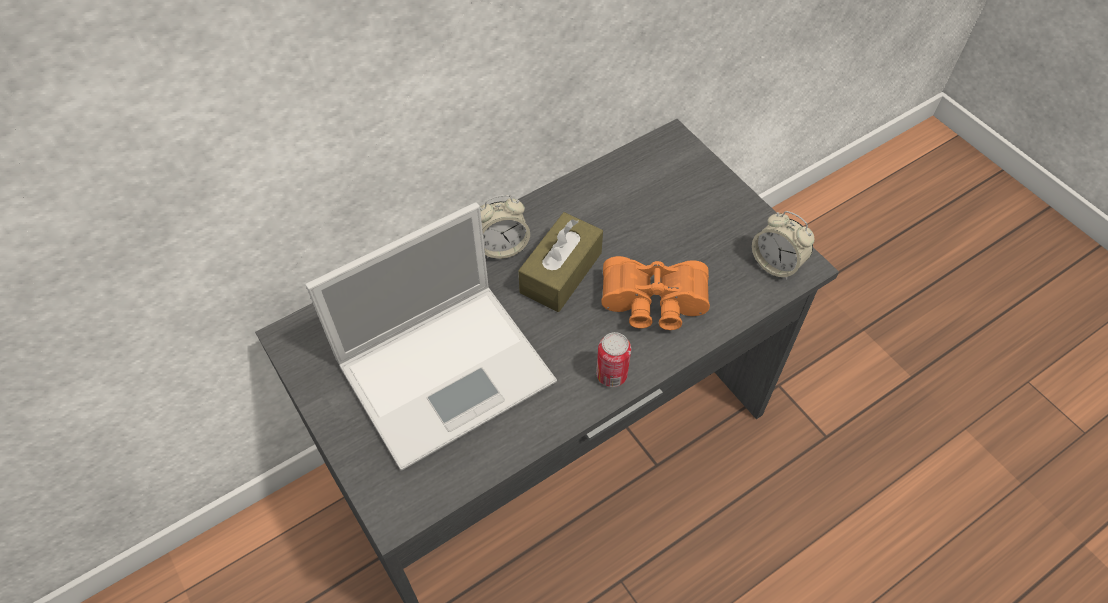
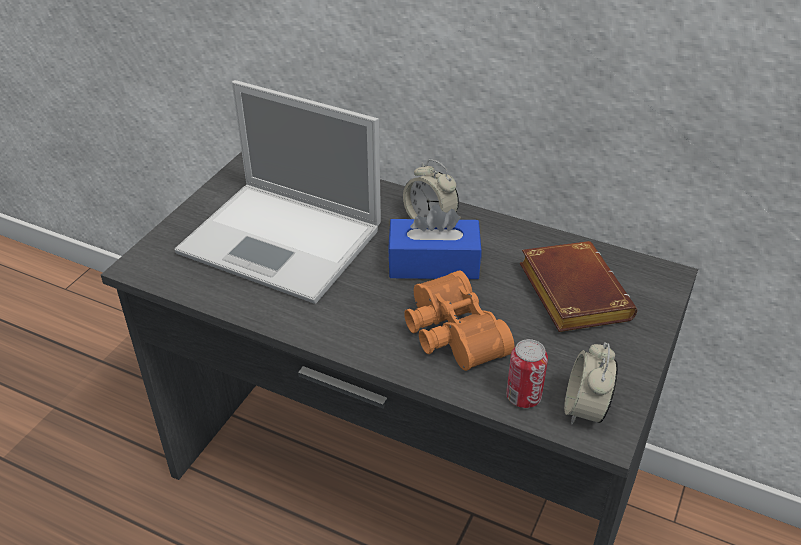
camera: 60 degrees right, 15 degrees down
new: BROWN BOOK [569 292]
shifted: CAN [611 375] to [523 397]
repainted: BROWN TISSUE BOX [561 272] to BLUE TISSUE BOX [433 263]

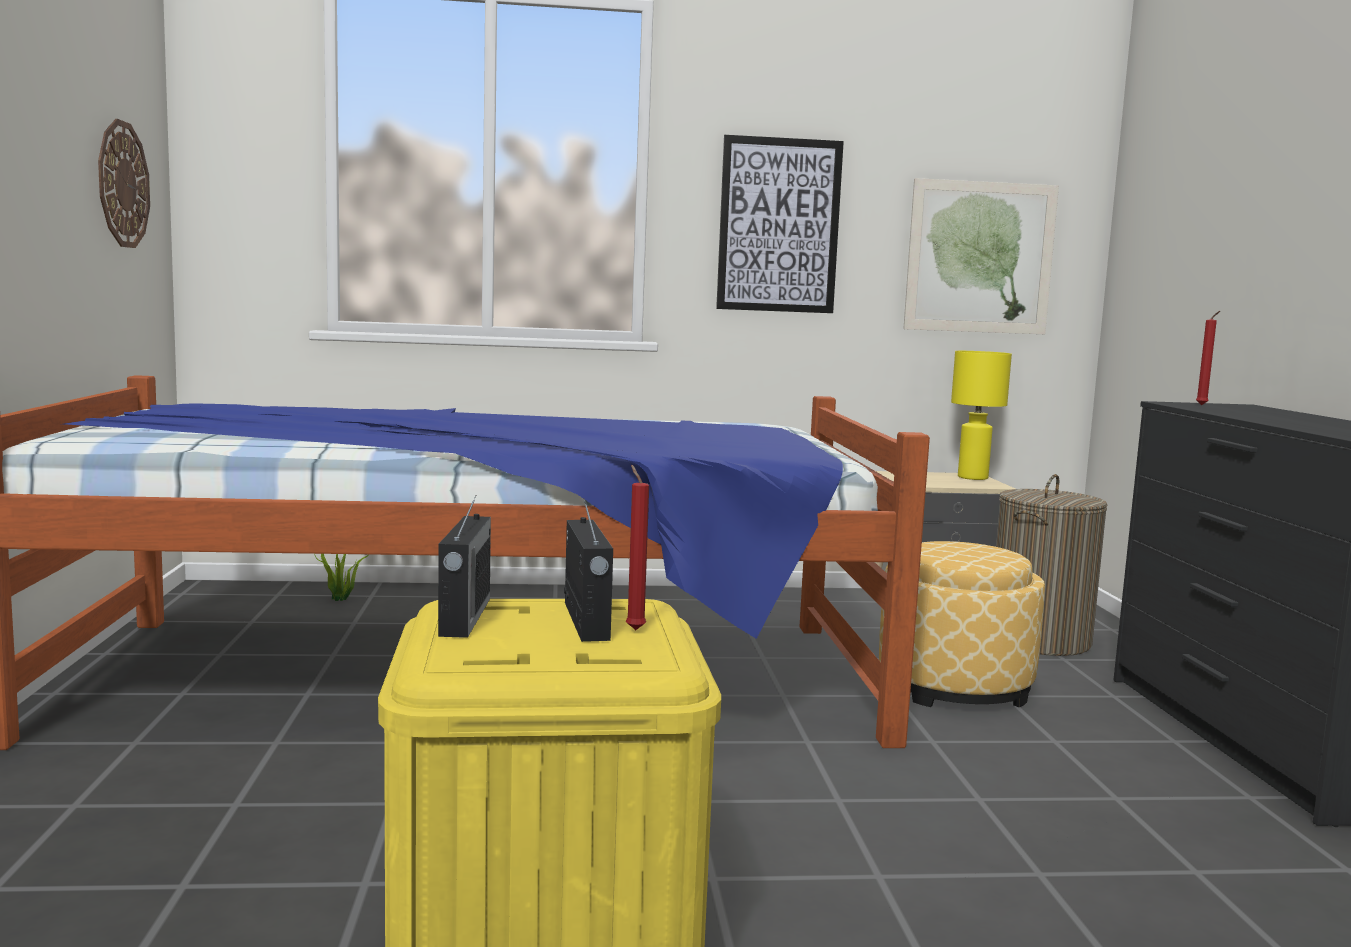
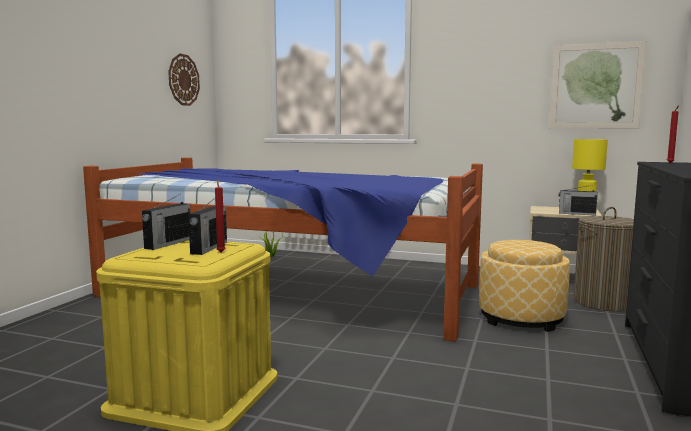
camera: 25 degrees right, 0 degrees up
gone: PICTURE [778 225]
new: RADIO [576 214]

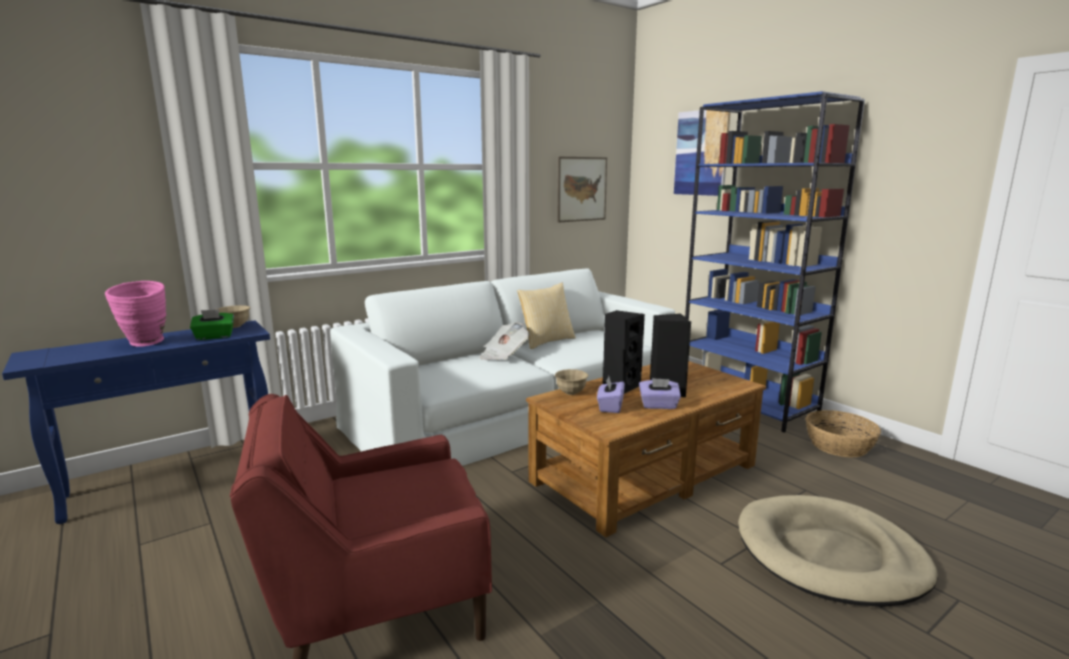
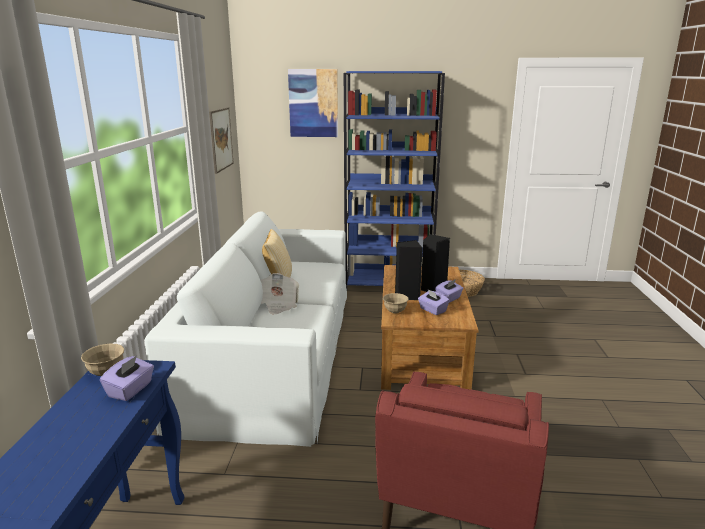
camera: 50 degrees left, 5 degrees up
gone: PINK VASE [146 344]; BEIGE DOG BED [829 555]
repainted: GREEN TISSUE BOX [214 337] to PURPLE TISSUE BOX [130 390]

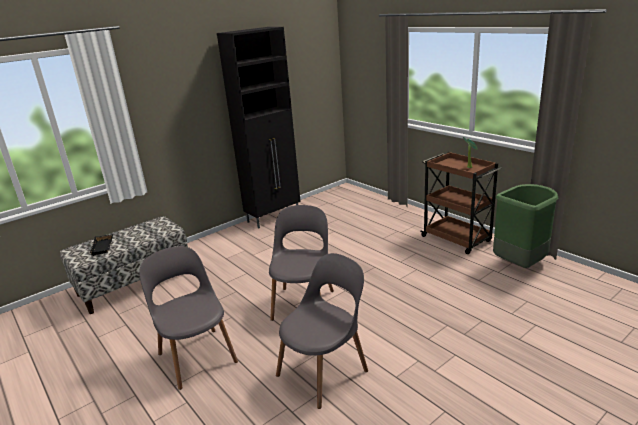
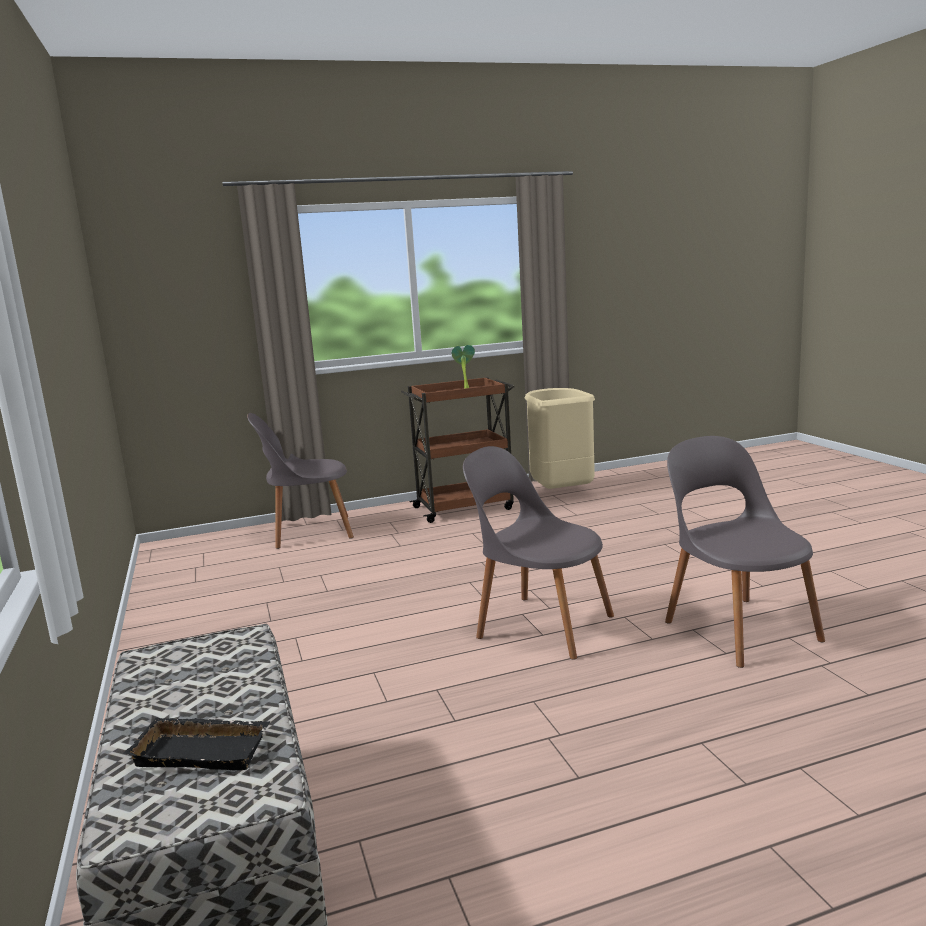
camera: 70 degrees left, 10 degrees down
gone: BLACK CABINET [274 217]
shifted: GREY CHAIR [196 355] to [308 532]
repainted: GREEN TRASH CAN [520 264] to BEIGE TRASH CAN [559 492]

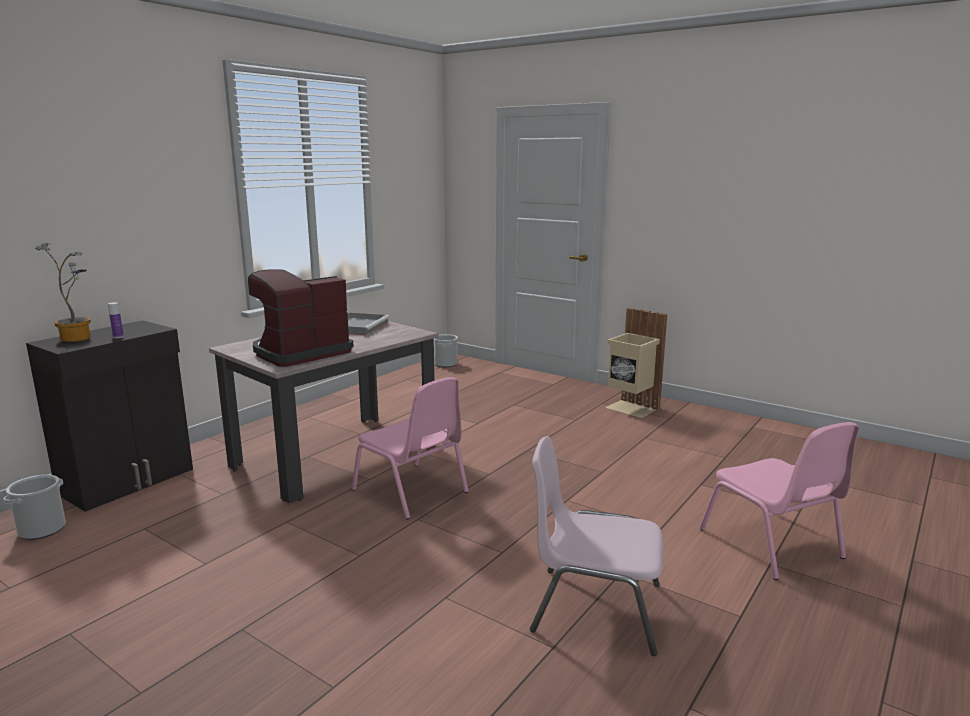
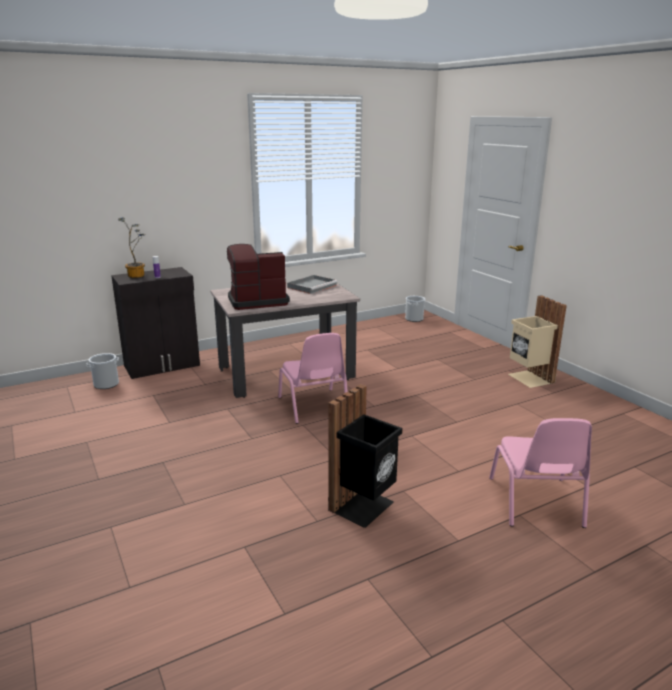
camera: 25 degrees right, 5 degrees up
swapped: PINK CHAIR [594 607] to BLACK TRASH CAN [364 506]

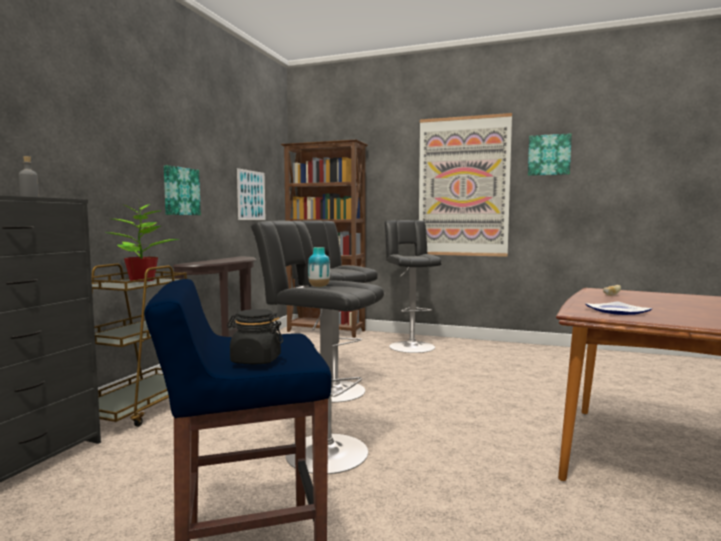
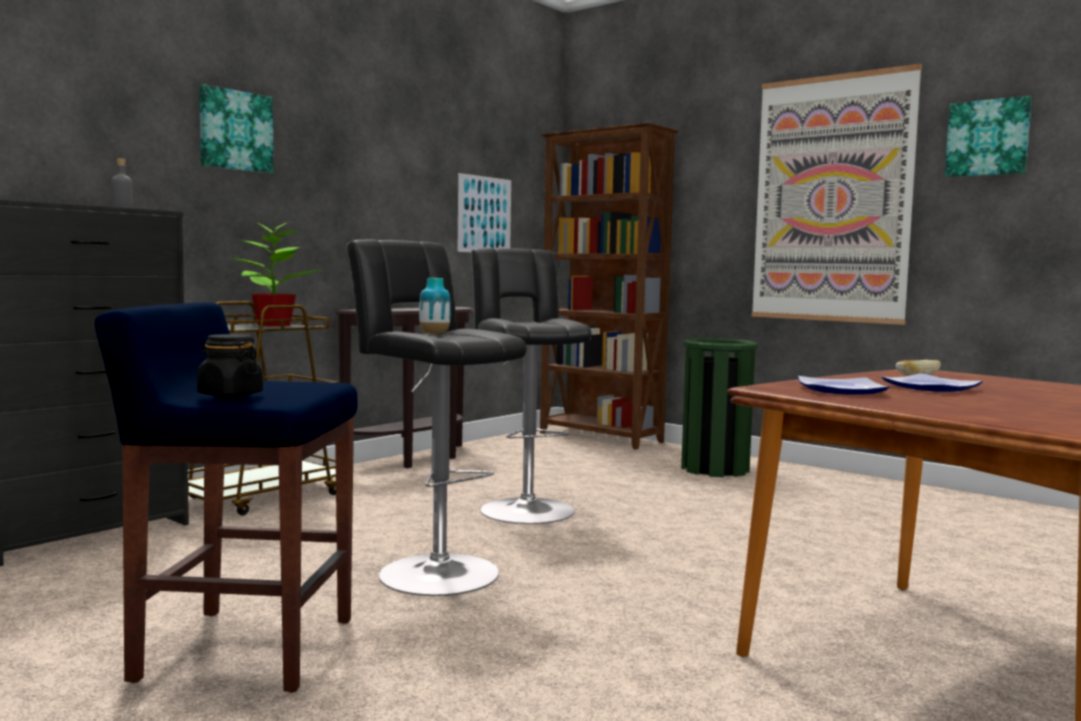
camera: 20 degrees right, 0 degrees up
new: PLATE [930 388]
shifted: PICTURE [180 191] to [235 130]
swapped: BLACK STOOL [410 346] to GREEN TRASH CAN [715 469]

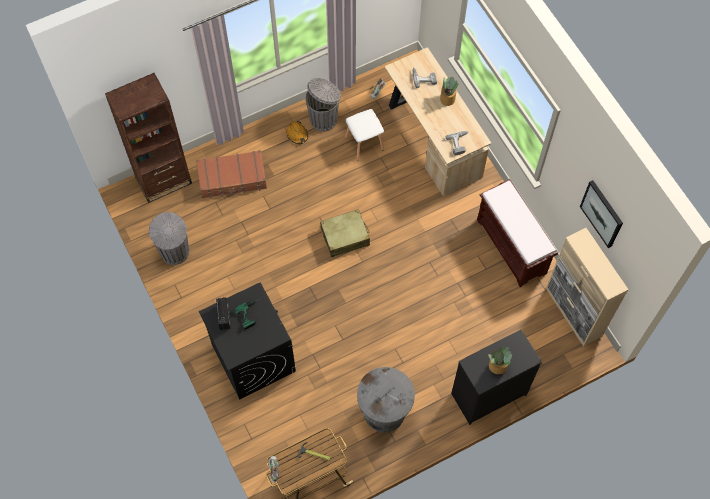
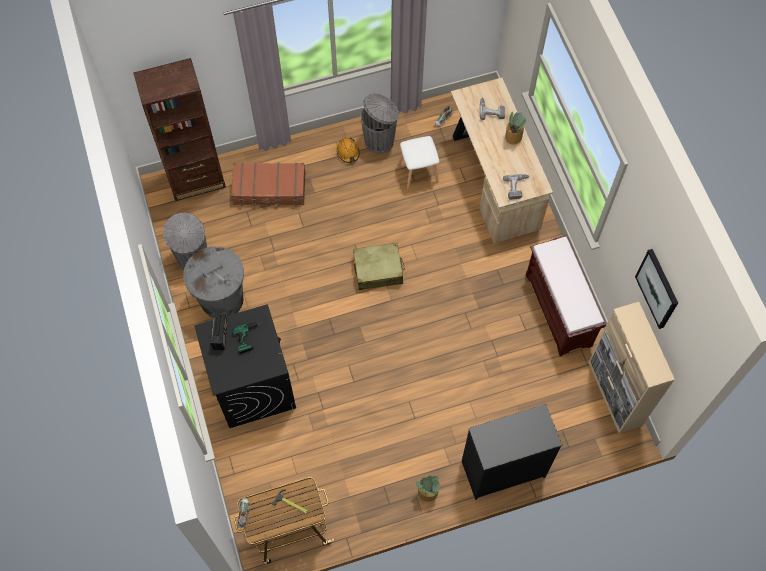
camera: 10 degrees right, 0 degrees up
shifted: GREY TRASH CAN [384 412] to [222 299]; POTTED PLANT [497 366] to [427 492]

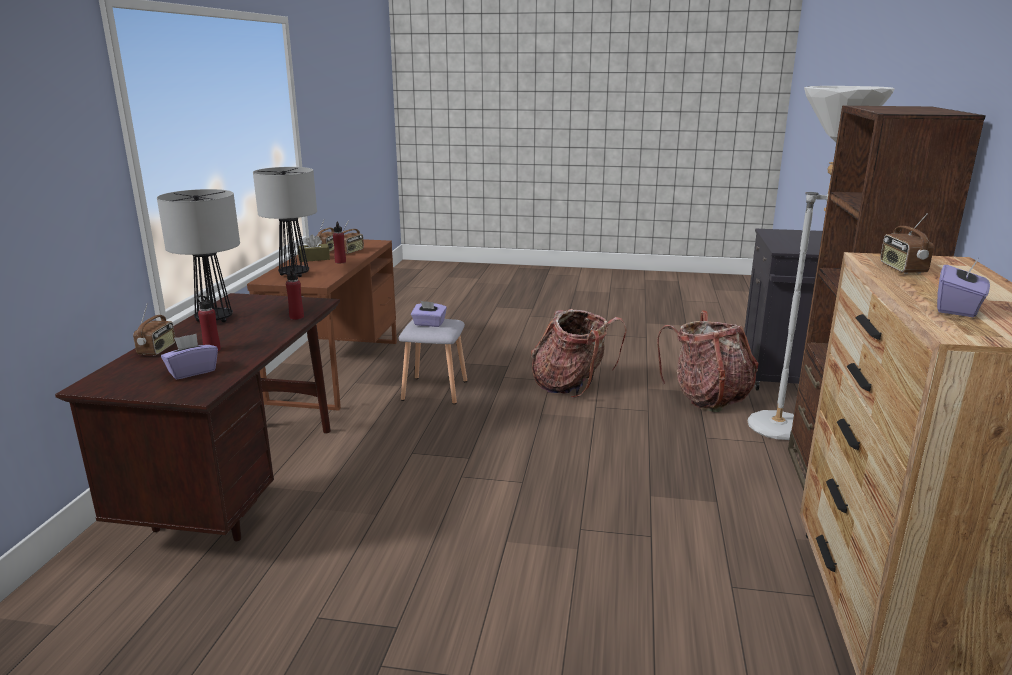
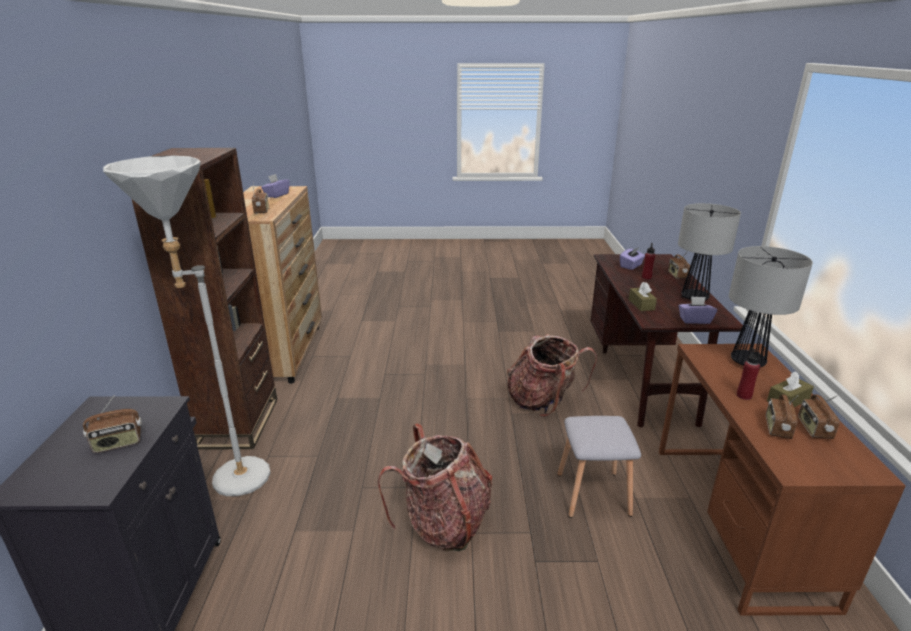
camera: 170 degrees right, 5 degrees up
new: RADIO [118 443]
shifted: PURPLE TISSUE BOX [429 324] to [694 320]; BACKPACK [707 397] to [544 401]
swapped: RED BOTTLE [296 317] to BROWN TISSUE BOX [641 304]

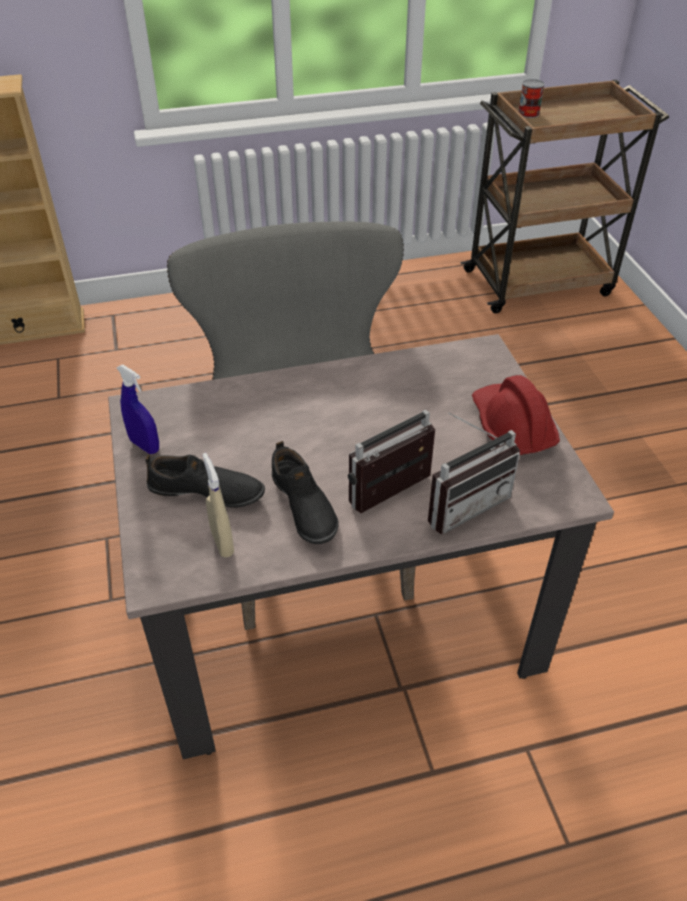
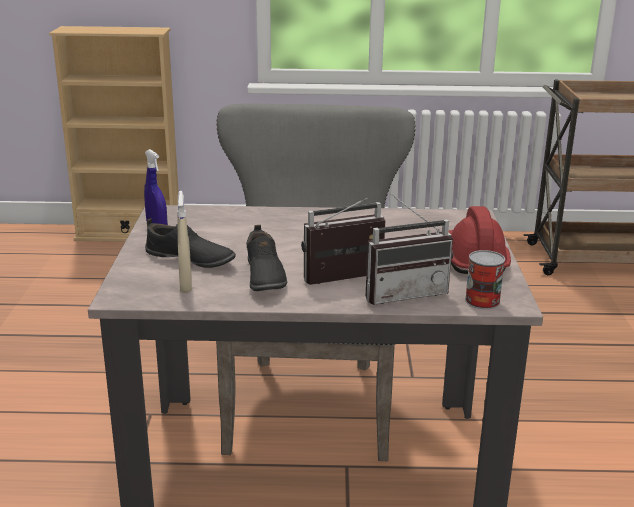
camera: 15 degrees right, 20 degrees down
shifted: CAN [528 113] to [482 301]

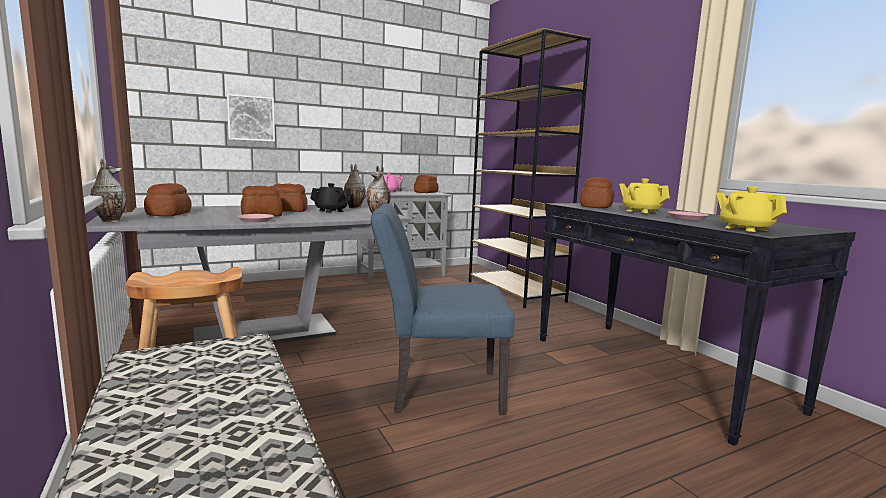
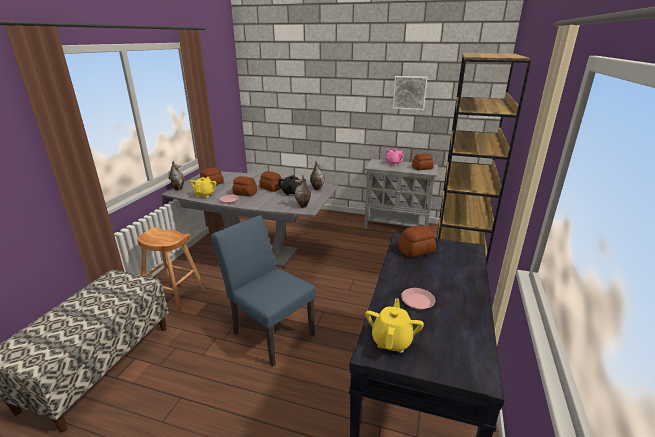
camera: 45 degrees right, 15 degrees up
shifted: PICTURE [251 118] to [409 92]; YELLOW TEAPOT [641 211] to [205 194]

